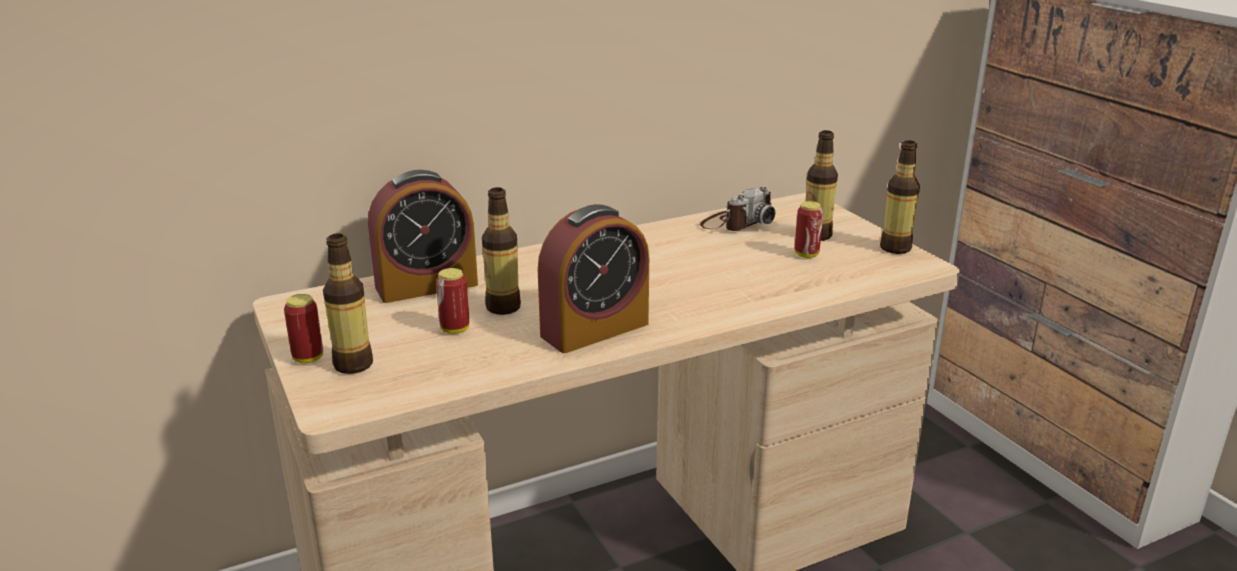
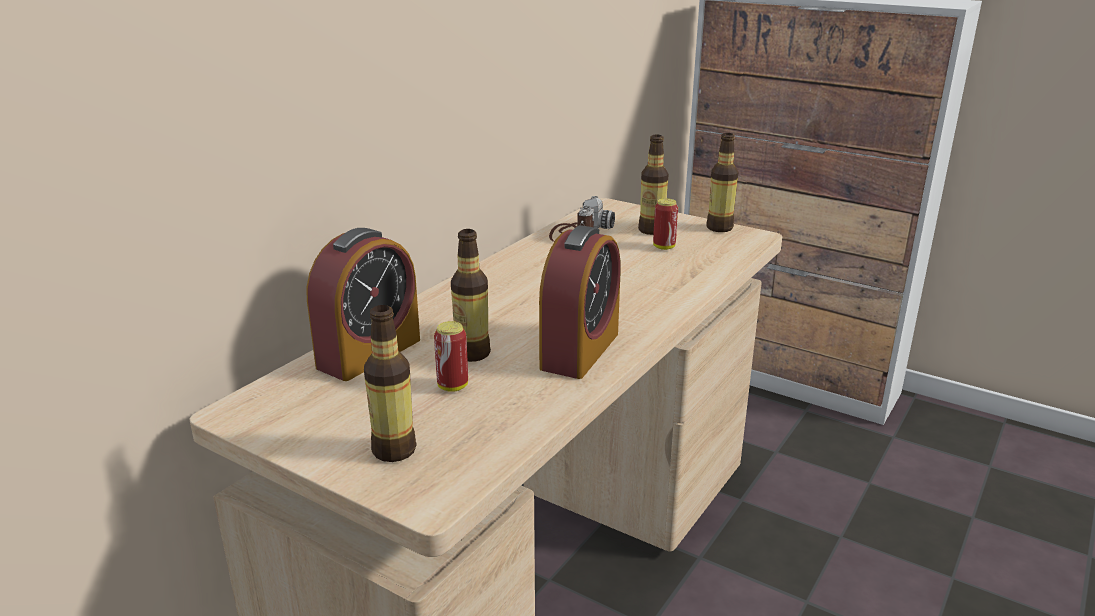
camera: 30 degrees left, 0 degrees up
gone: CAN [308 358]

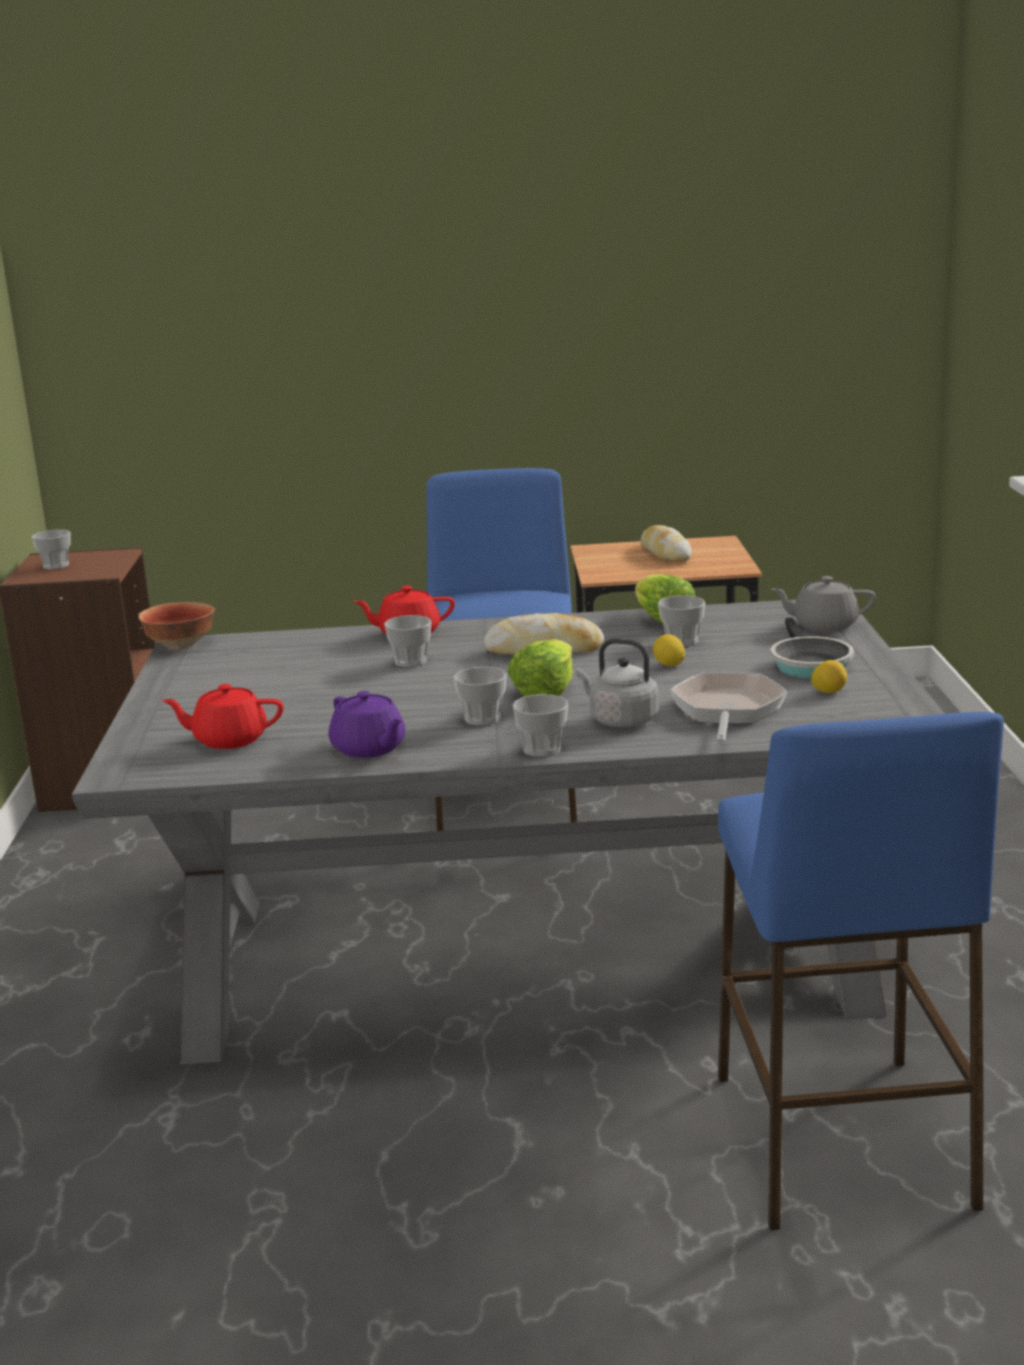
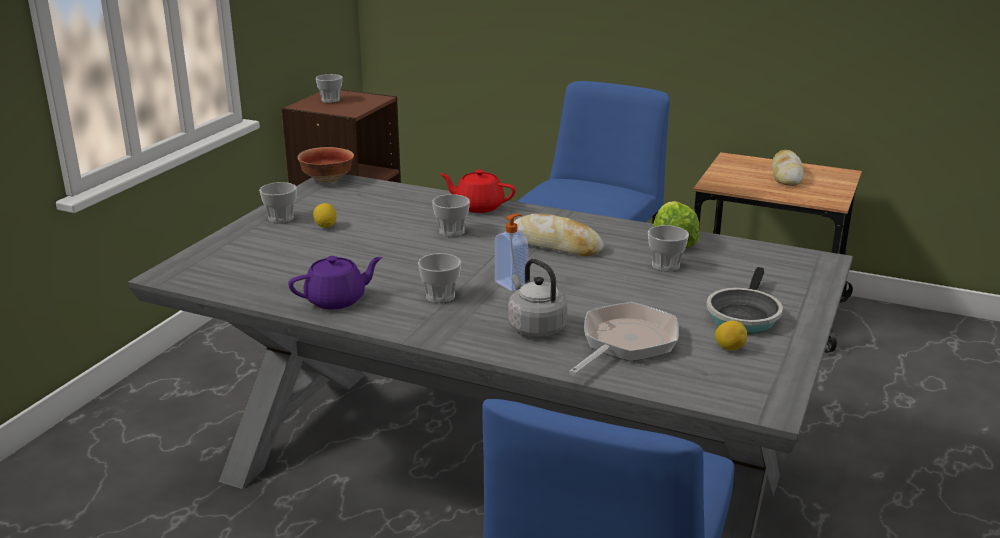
camera: 25 degrees right, 5 degrees up
gone: RED TEAPOT [229 740]; GREY TEAPOT [823 625]
shifted: CUP [542 749] to [281 218]; LEMON [669 665] to [325 226]
swapped: LETTUCE [545 691] to SOAP DISPENSER [512 284]
rotated: PURPLE TEAPOT [369 749] = [337 300] 105 degrees counterclockwise

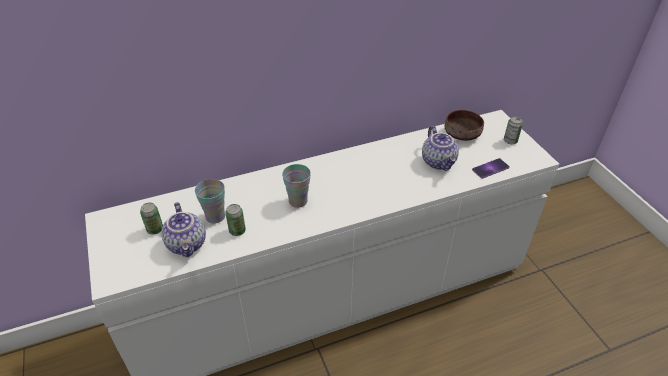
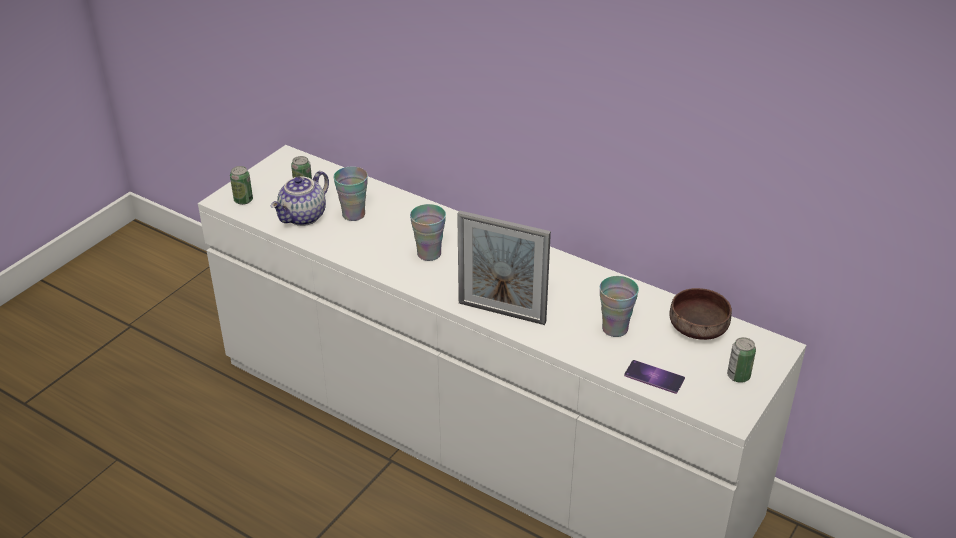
camera: 55 degrees right, 5 degrees down
new: PICTURE FRAME [501 312]
shifted: CAN [237 231] to [243 200]
swapped: TEAPOT [439 162] to CUP [615 329]

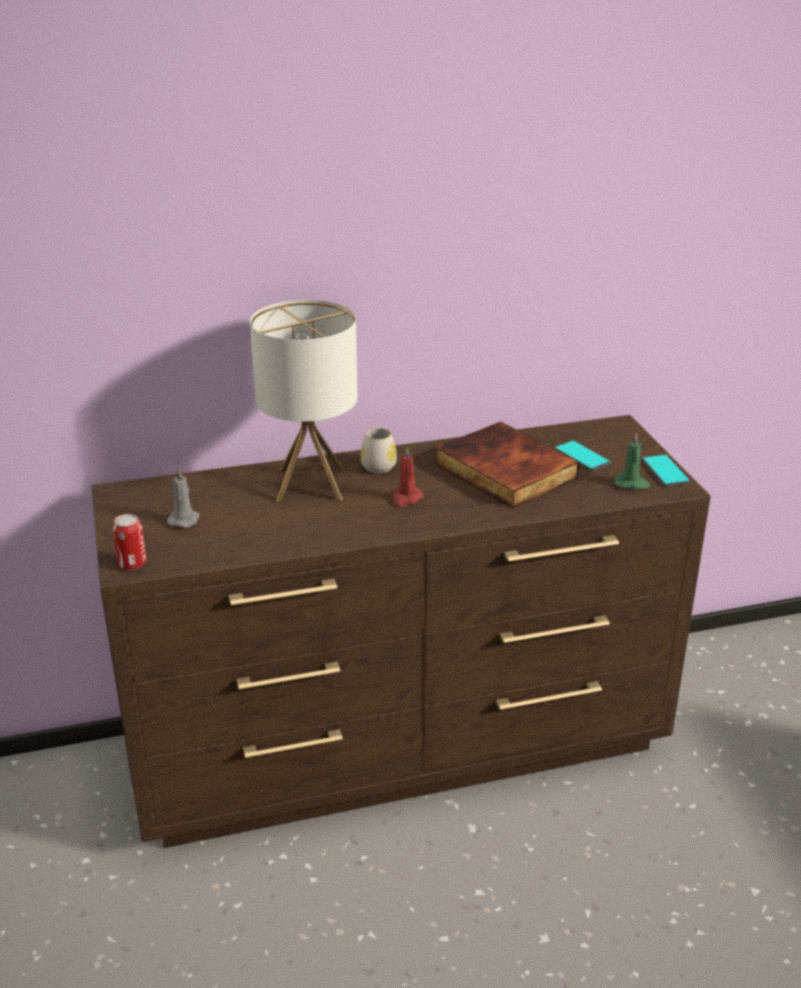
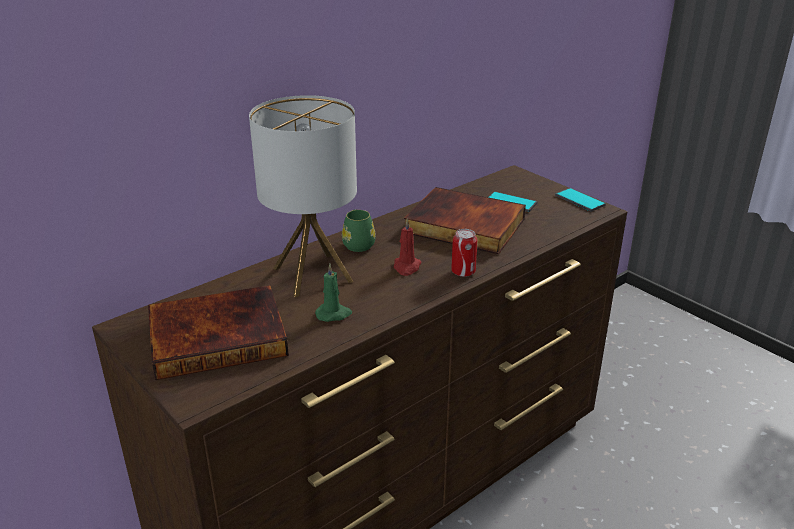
camera: 25 degrees left, 0 degrees up
shifted: CAN [132 563] to [463 272]; GREEN CANDLE [632 484] to [334 314]
swapped: GREY CANDLE [184 519] to BOOK [218 336]
repainted: WHITE MUG [380 464] to GREEN MUG [358 243]

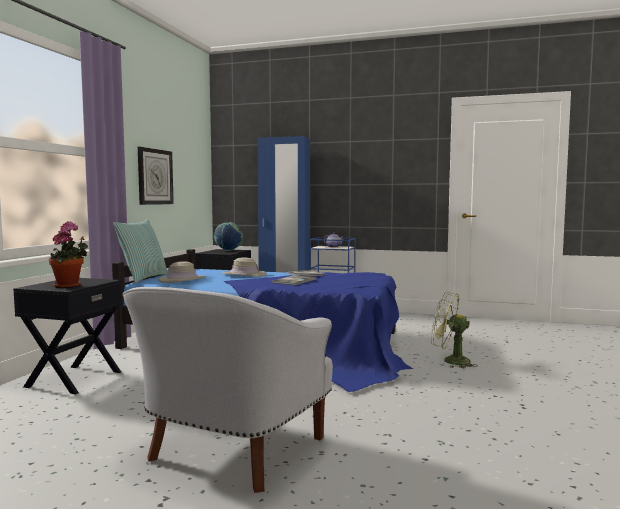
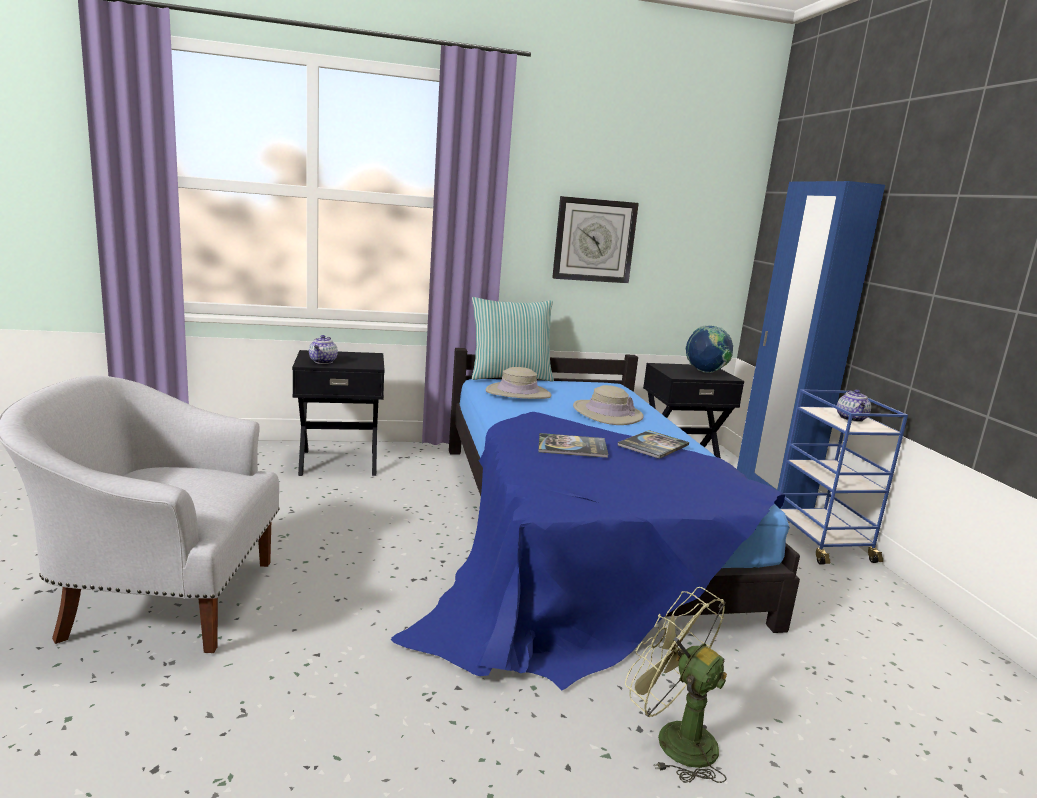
camera: 60 degrees right, 10 degrees up
swapped: POTTED PLANT [69 286] to TEAPOT [323 361]
rotated: GREEN FAN [450 361] = [673 739] 45 degrees counterclockwise

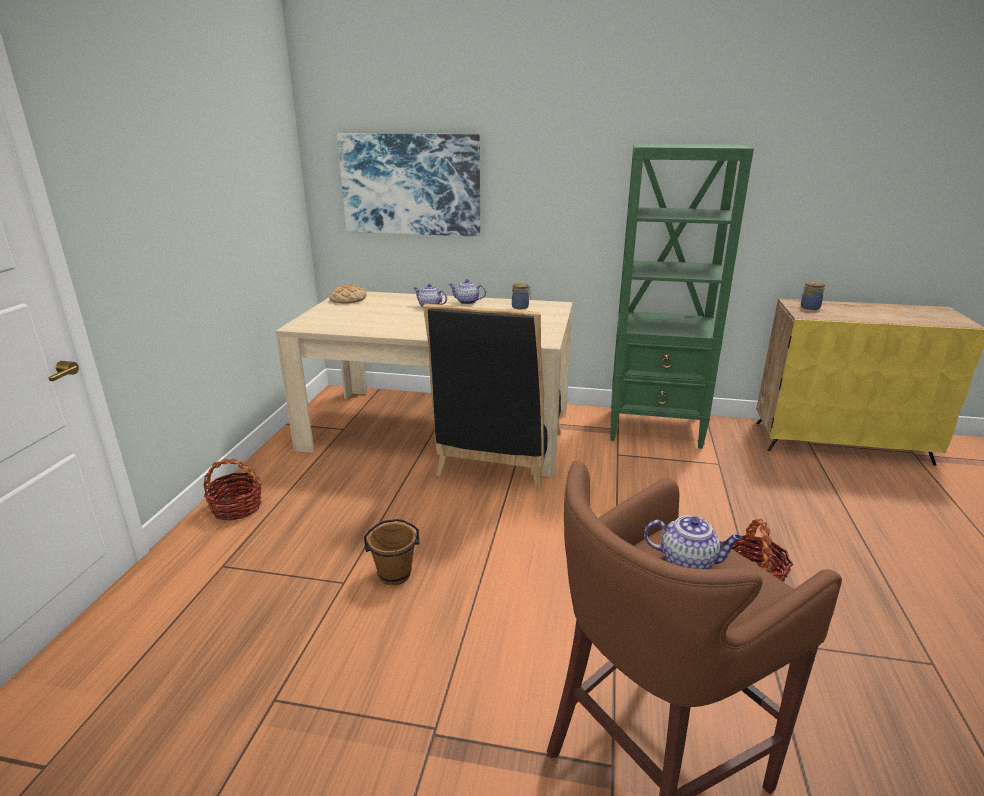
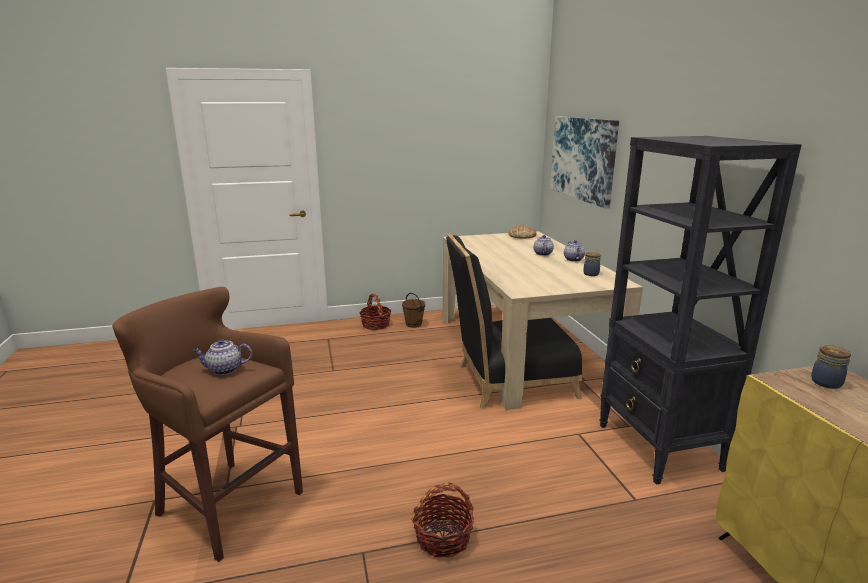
camera: 65 degrees right, 5 degrees down
shifted: BROWN BUCKET [394 574] to [414 324]
repainted: GREEN BOOKCASE [655 429] to BLACK BOOKCASE [659 447]
rotated: TEAPOT [688 562] = [224 370] 90 degrees clockwise

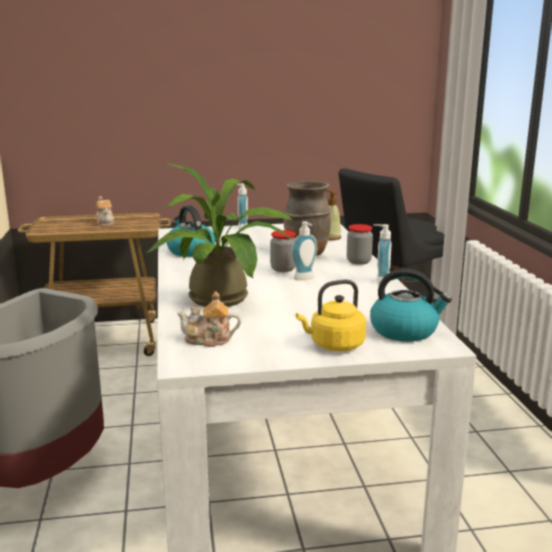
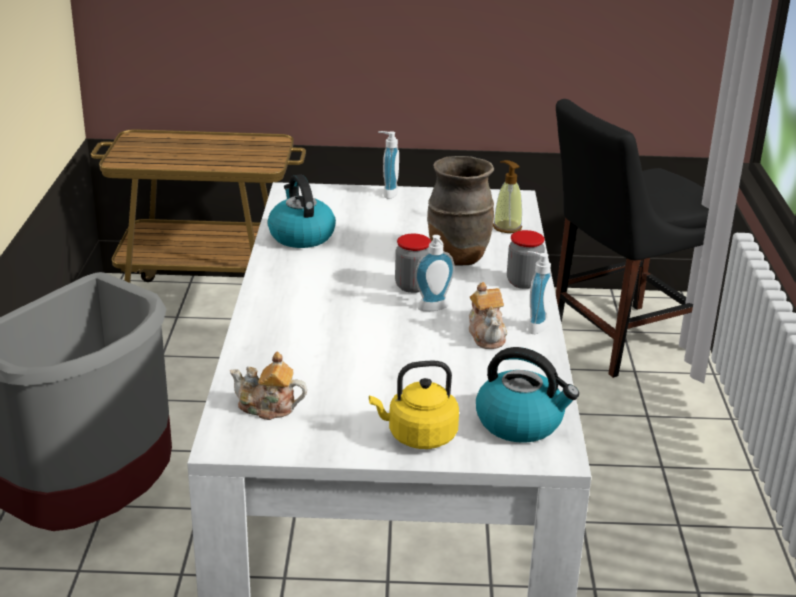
camera: 10 degrees right, 10 degrees up
gone: POTTED PLANT [224 301]
shifted: TEAPOT [106 223] to [487 335]

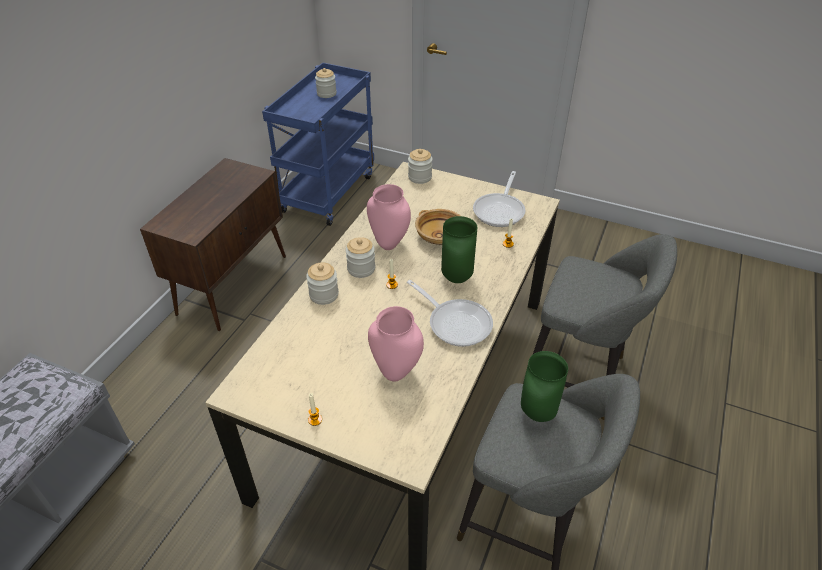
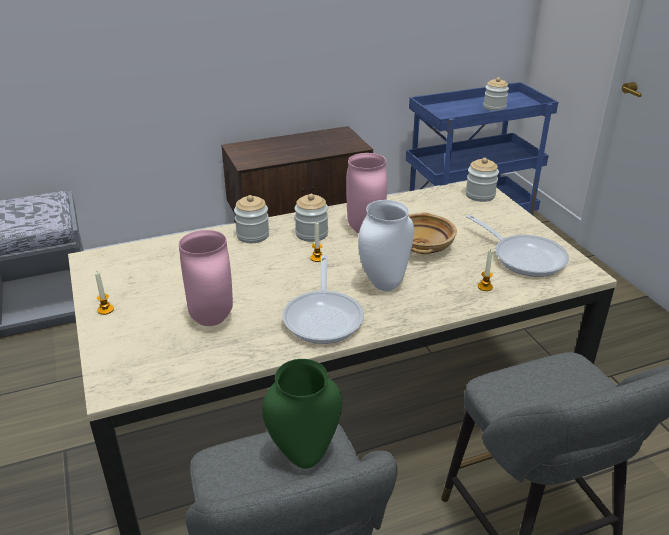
camera: 45 degrees right, 10 degrees down
repainted: GREEN VASE [457 278] to WHITE VASE [384 285]
rotated: FRYING PAN [500 210] = [524 257] 105 degrees counterclockwise

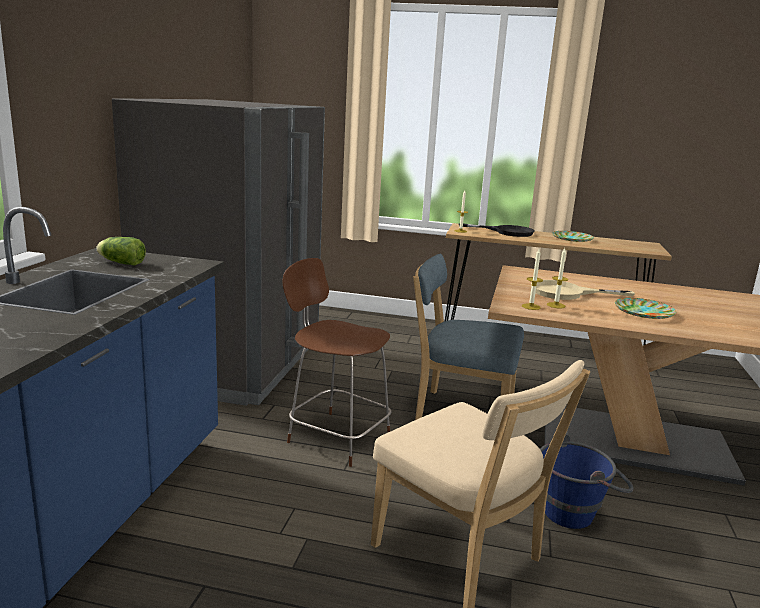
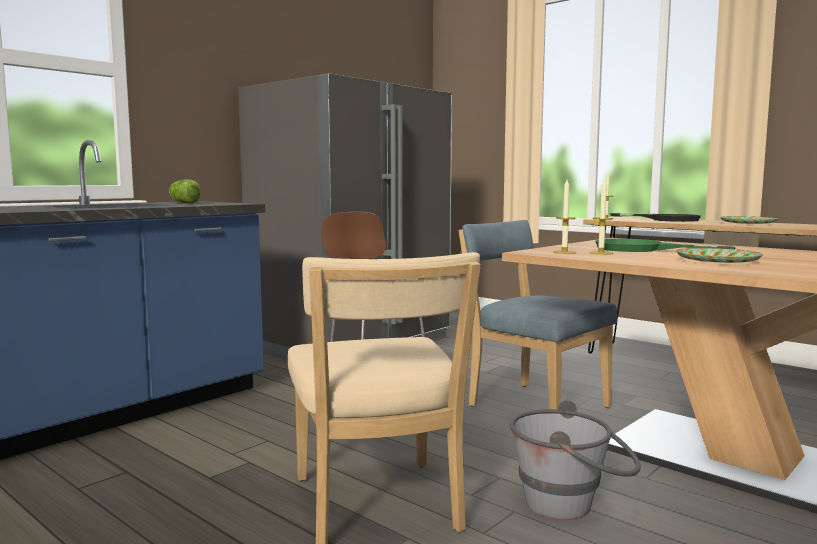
camera: 30 degrees right, 10 degrees down
repainted: BEIGE FRYING PAN [567 293] to GREEN FRYING PAN [642 249]; BLUE BUCKET [577 512] to GREY BUCKET [572 505]

